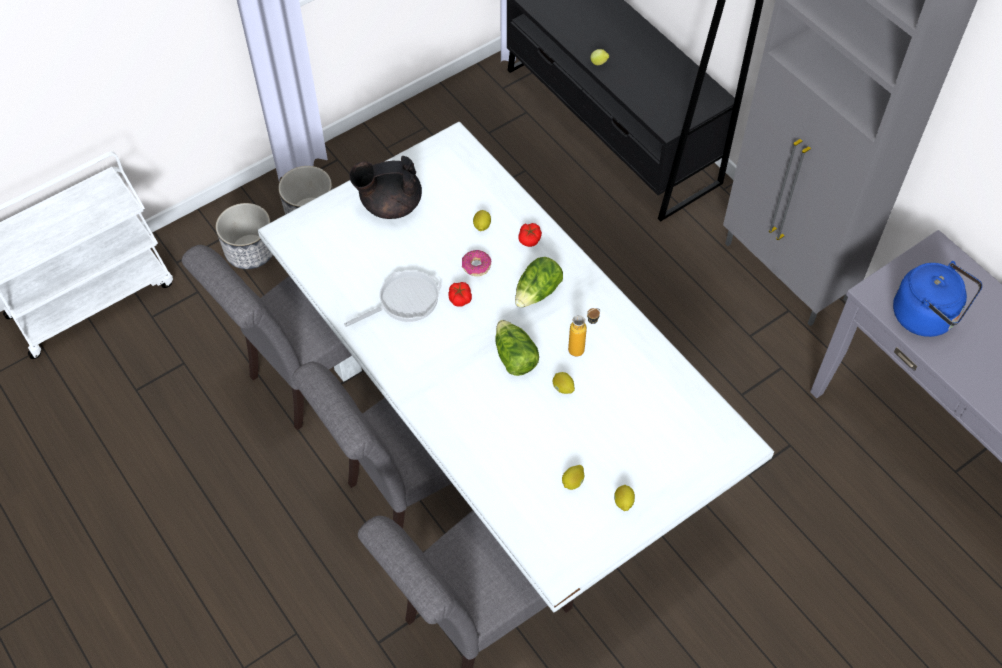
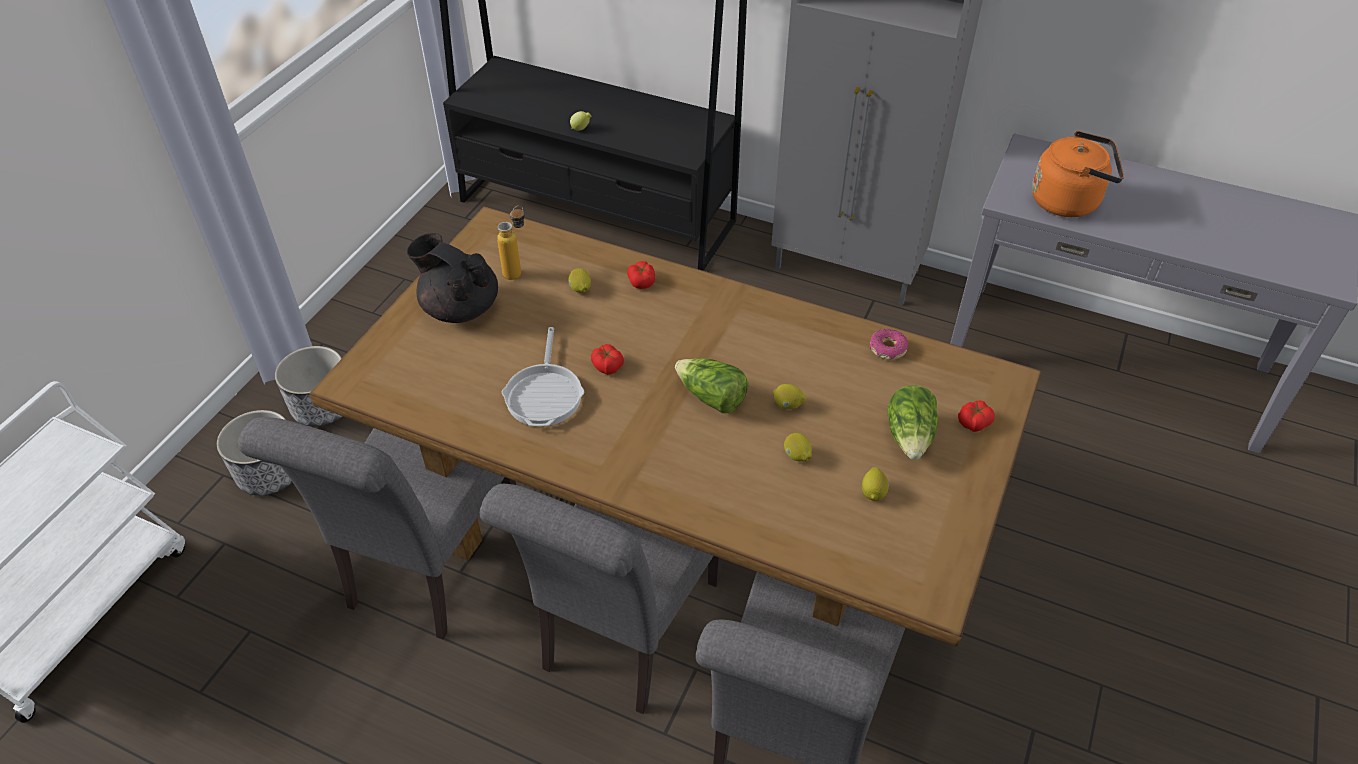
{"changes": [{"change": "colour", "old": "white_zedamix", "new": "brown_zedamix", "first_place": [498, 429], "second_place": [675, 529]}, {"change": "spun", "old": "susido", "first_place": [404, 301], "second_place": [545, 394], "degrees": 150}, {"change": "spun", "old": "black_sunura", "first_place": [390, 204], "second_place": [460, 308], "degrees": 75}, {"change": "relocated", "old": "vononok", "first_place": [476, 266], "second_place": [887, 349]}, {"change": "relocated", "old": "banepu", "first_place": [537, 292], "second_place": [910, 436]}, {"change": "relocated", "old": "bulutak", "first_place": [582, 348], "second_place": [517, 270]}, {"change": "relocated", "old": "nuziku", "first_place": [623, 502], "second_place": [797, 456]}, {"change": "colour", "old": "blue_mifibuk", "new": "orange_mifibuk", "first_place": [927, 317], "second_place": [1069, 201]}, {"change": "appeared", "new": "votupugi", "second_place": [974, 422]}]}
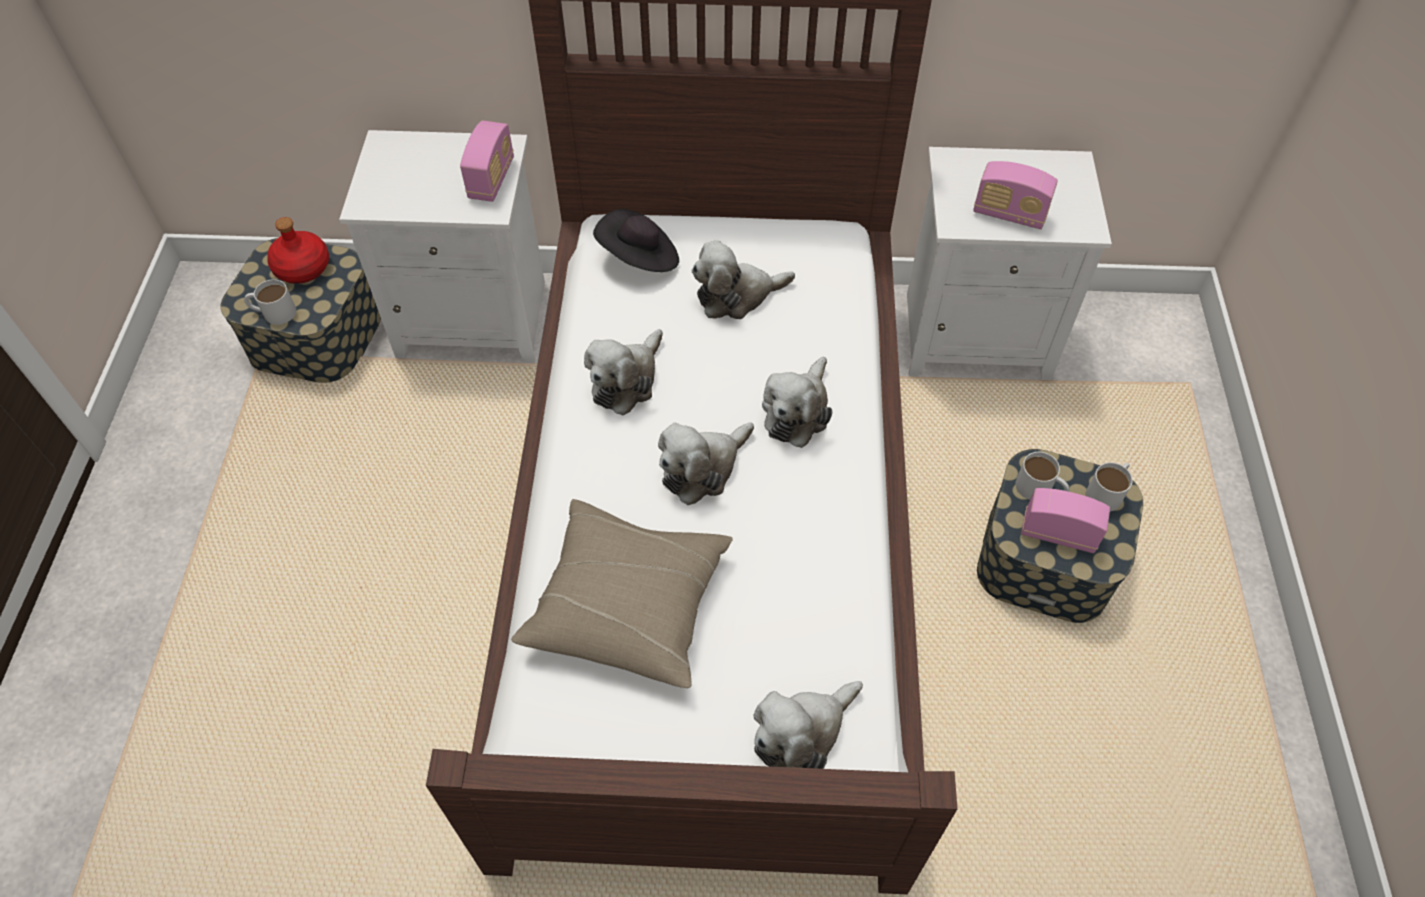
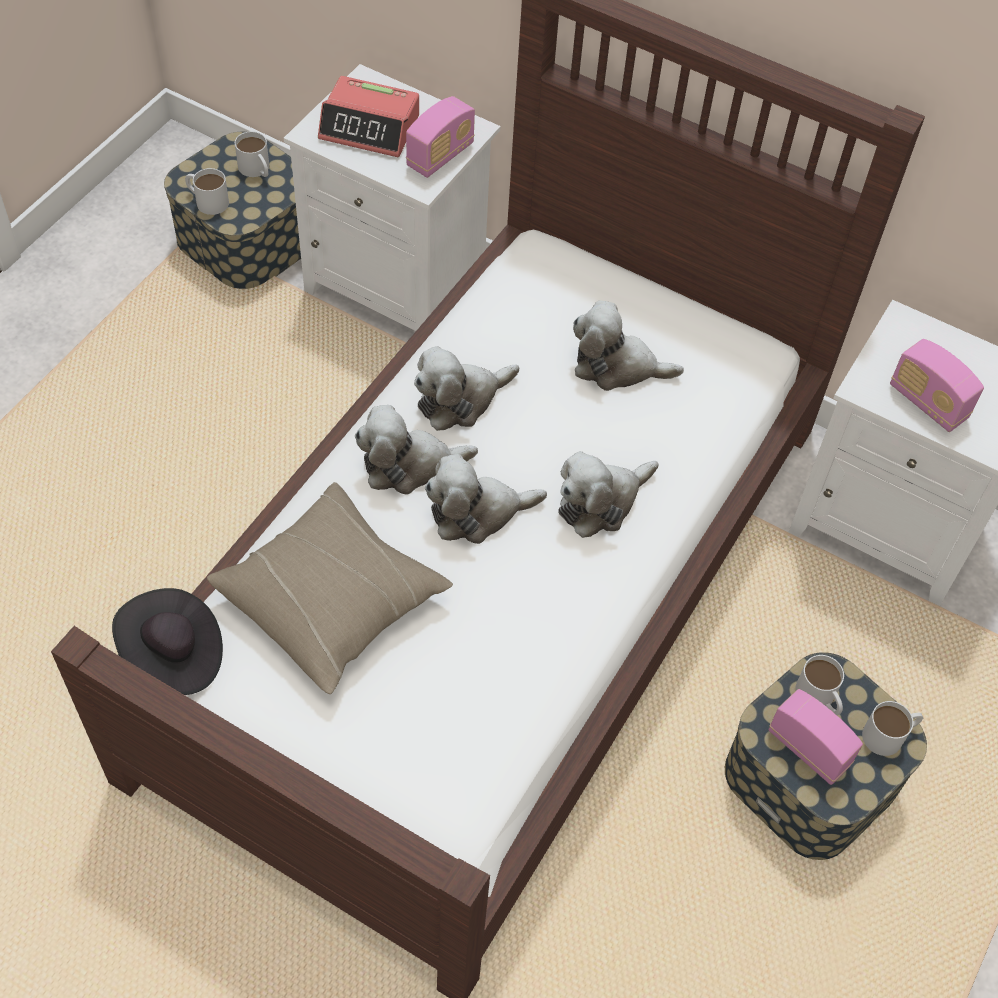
{"changes": [{"change": "exchanged", "old": "red_bulutak", "new": "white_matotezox", "first_place": [303, 267], "second_place": [257, 170]}, {"change": "relocated", "old": "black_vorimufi", "first_place": [639, 258], "second_place": [173, 656]}, {"change": "relocated", "old": "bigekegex", "first_place": [801, 733], "second_place": [409, 465]}, {"change": "appeared", "new": "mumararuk", "second_place": [370, 127]}]}
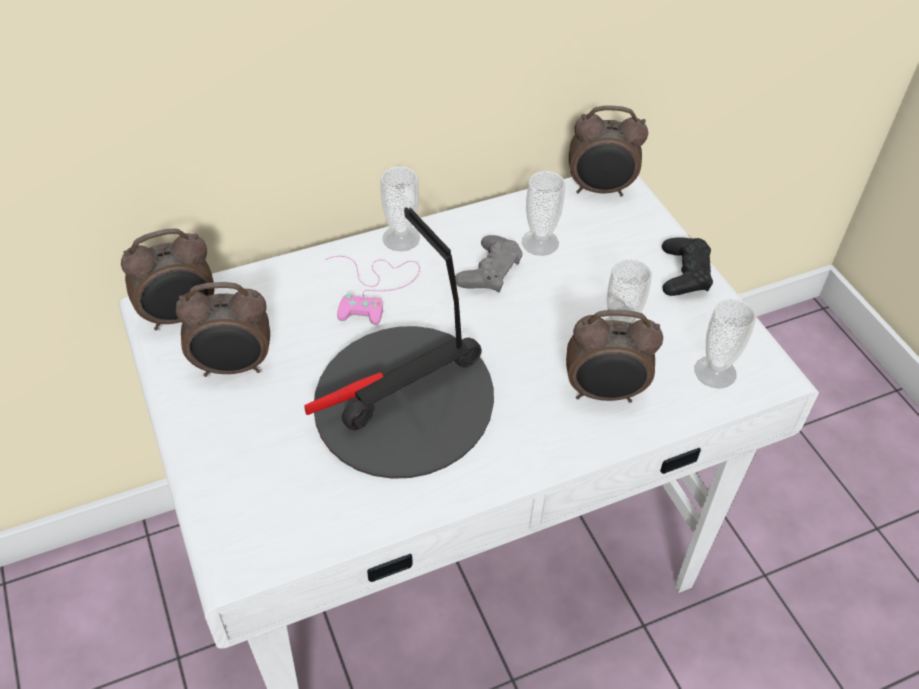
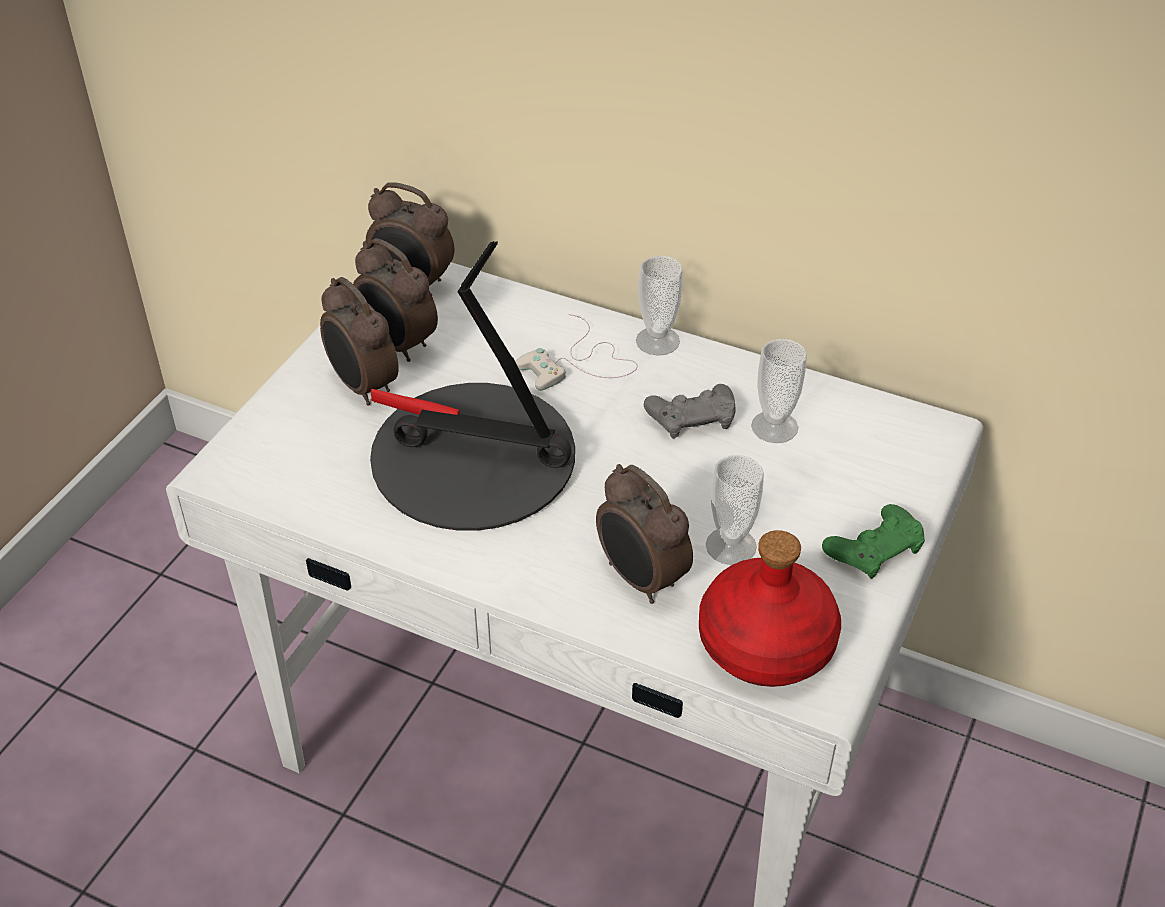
{"changes": [{"change": "colour", "old": "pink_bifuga", "new": "white_bifuga", "first_place": [375, 288], "second_place": [579, 364]}, {"change": "relocated", "old": "mumararuk", "first_place": [600, 190], "second_place": [362, 387]}, {"change": "colour", "old": "black_bifuga", "new": "green_bifuga", "first_place": [684, 273], "second_place": [874, 549]}, {"change": "exchanged", "old": "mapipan", "new": "red_bulutak", "first_place": [715, 372], "second_place": [767, 644]}]}
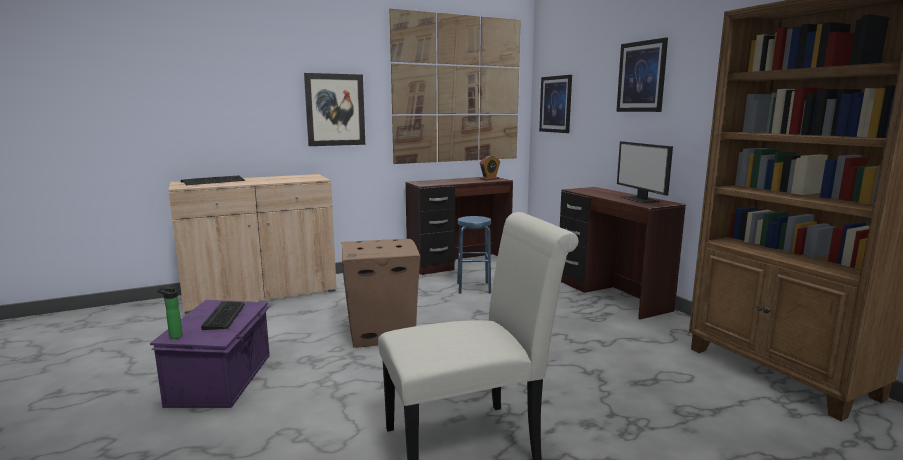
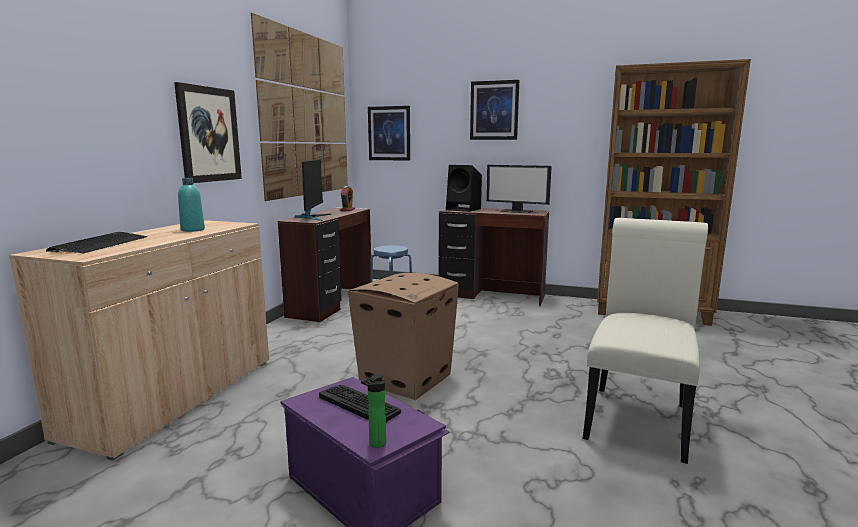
{"changes": [{"change": "appeared", "new": "turquoise_bulutak", "second_place": [192, 230]}, {"change": "appeared", "new": "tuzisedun", "second_place": [313, 217]}, {"change": "appeared", "new": "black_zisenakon", "second_place": [464, 209]}]}
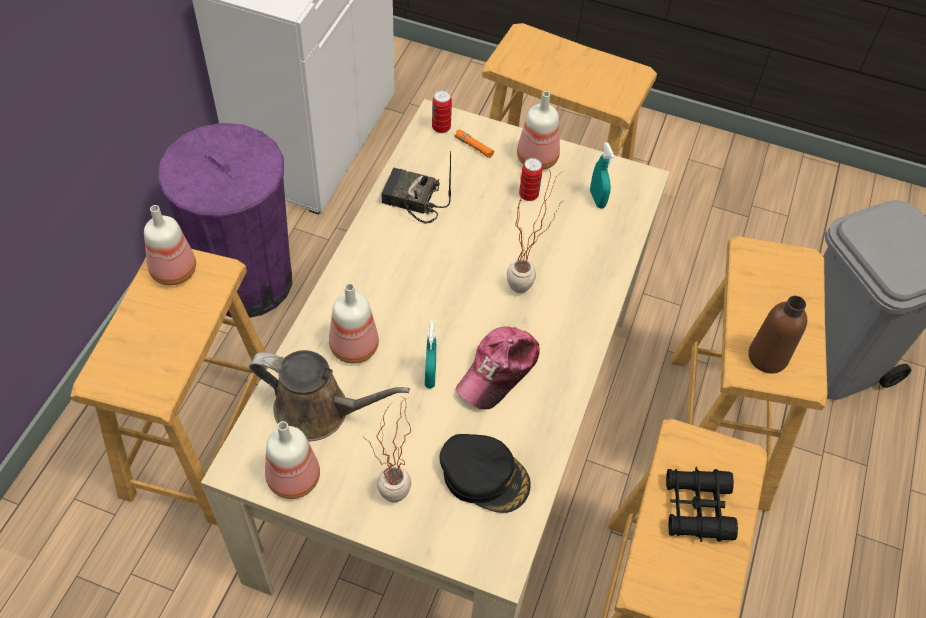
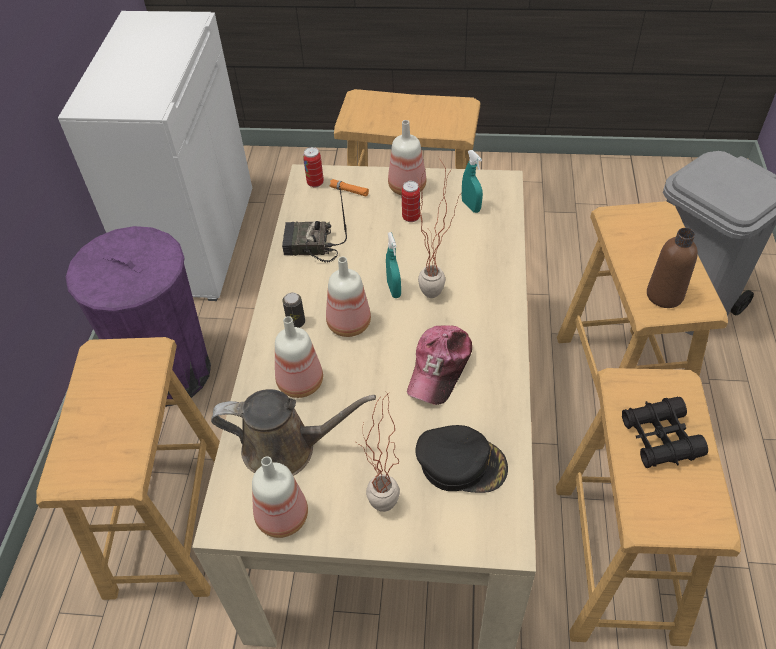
{"changes": [{"change": "relocated", "old": "bulutak", "first_place": [172, 272], "second_place": [348, 325]}, {"change": "relocated", "old": "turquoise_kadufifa", "first_place": [430, 375], "second_place": [394, 289]}, {"change": "appeared", "new": "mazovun", "second_place": [296, 322]}]}
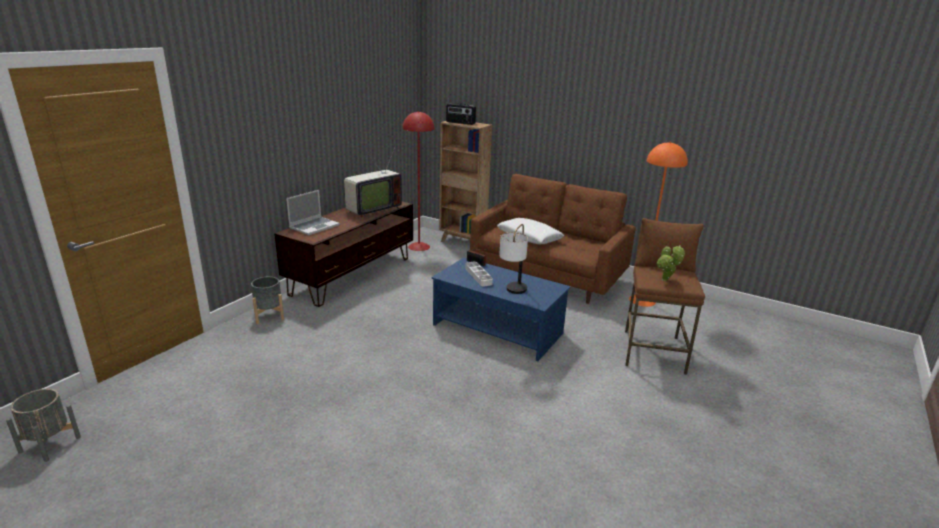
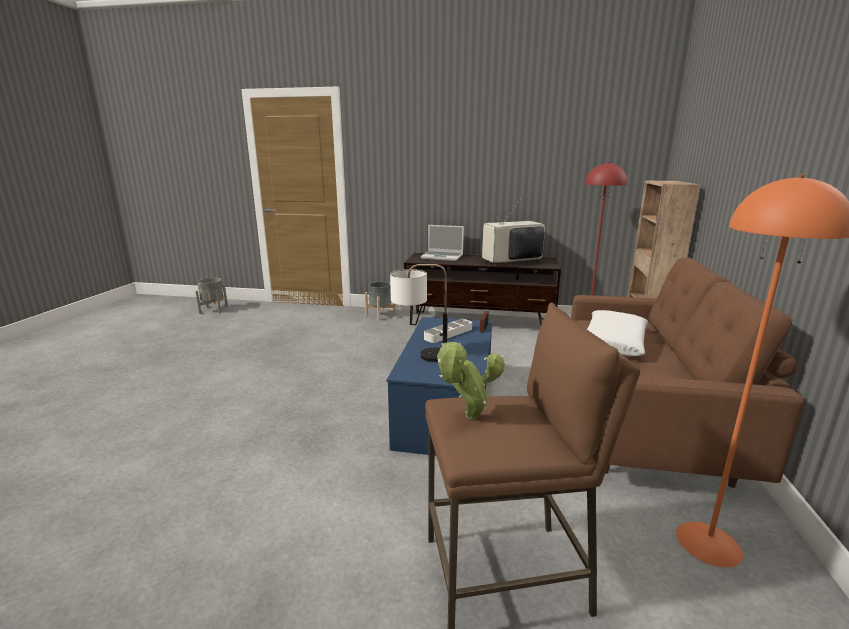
{"changes": [{"change": "spun", "old": "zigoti", "first_place": [372, 209], "second_place": [514, 262], "degrees": 135}, {"change": "missing", "old": "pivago", "first_place": [460, 123]}]}
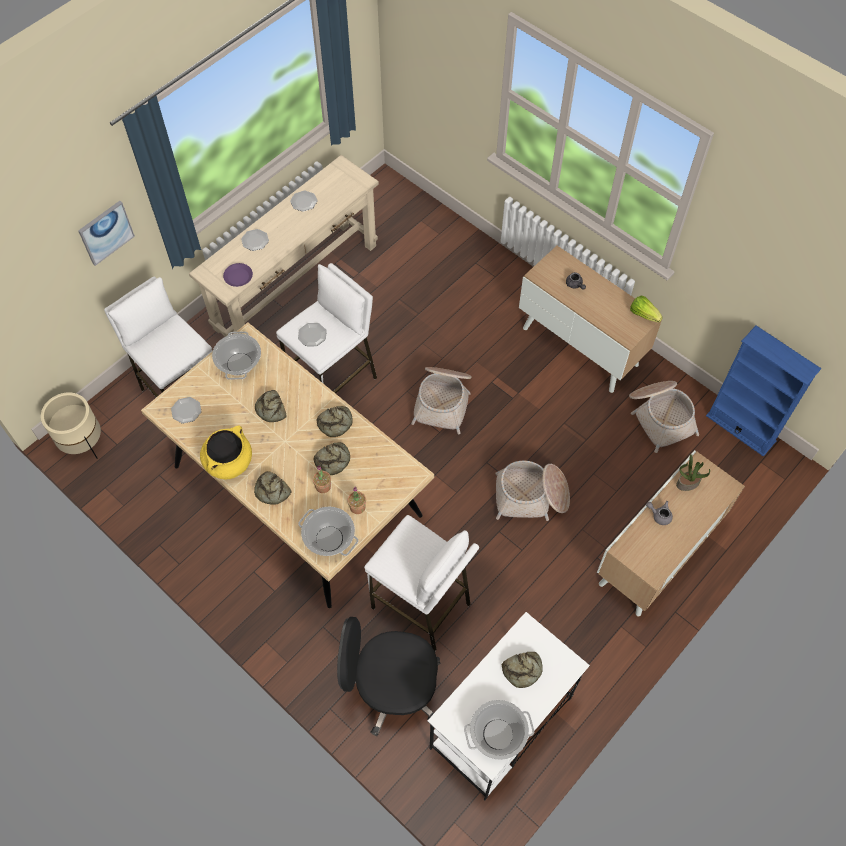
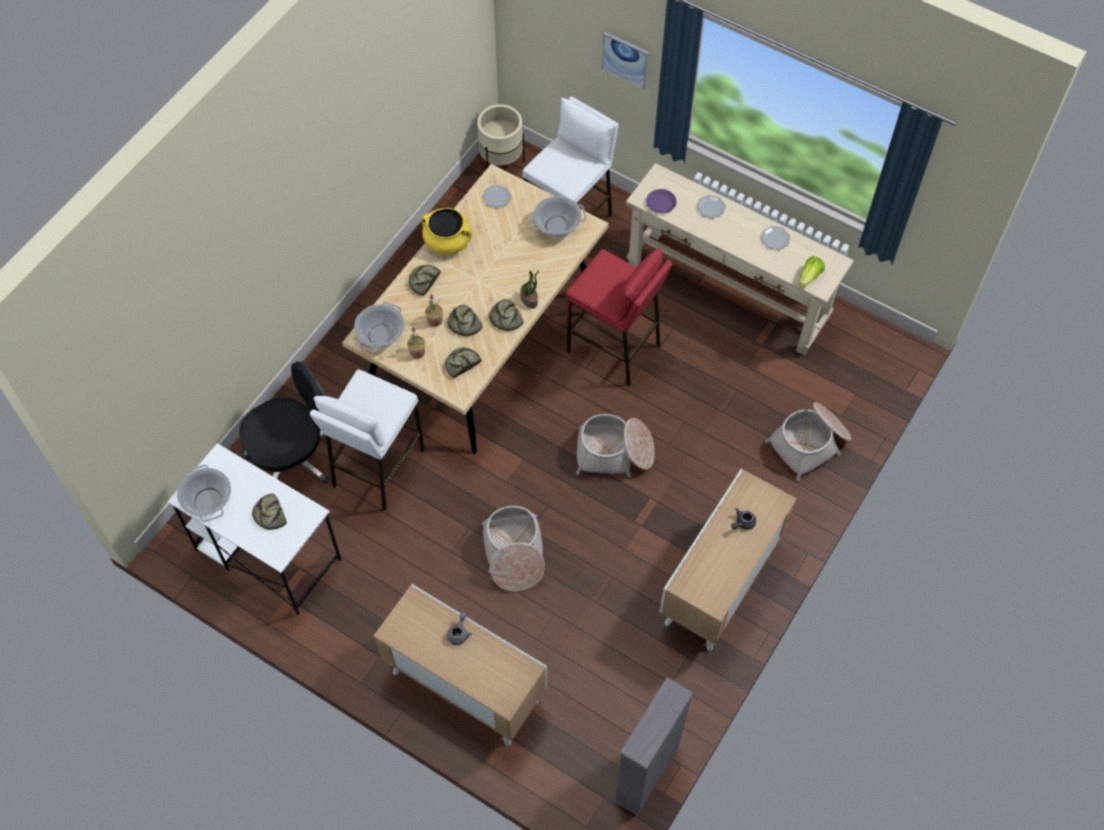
{"changes": [{"change": "relocated", "old": "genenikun", "first_place": [271, 409], "second_place": [461, 364]}, {"change": "colour", "old": "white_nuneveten", "new": "red_nuneveten", "first_place": [334, 383], "second_place": [614, 348]}, {"change": "missing", "old": "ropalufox", "first_place": [312, 335]}, {"change": "spun", "old": "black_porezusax", "first_place": [391, 687], "second_place": [293, 456], "degrees": 60}, {"change": "relocated", "old": "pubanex", "first_place": [660, 417], "second_place": [810, 443]}, {"change": "relocated", "old": "banepu", "first_place": [643, 314], "second_place": [809, 277]}, {"change": "relocated", "old": "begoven", "first_place": [687, 483], "second_place": [529, 299]}, {"change": "colour", "old": "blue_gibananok", "new": "grey_gibananok", "first_place": [740, 428], "second_place": [646, 773]}]}
